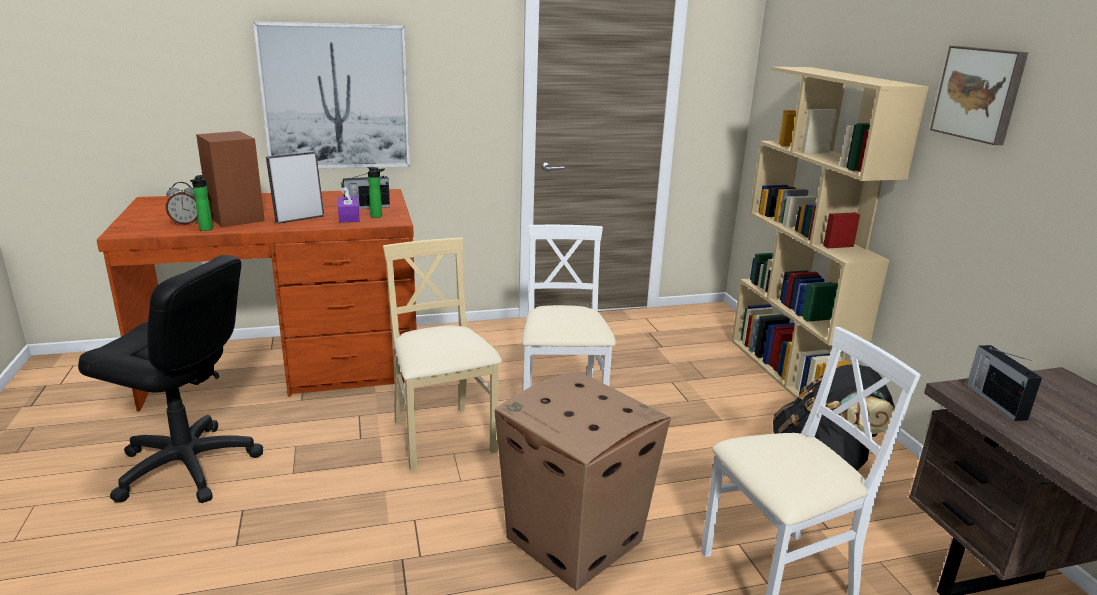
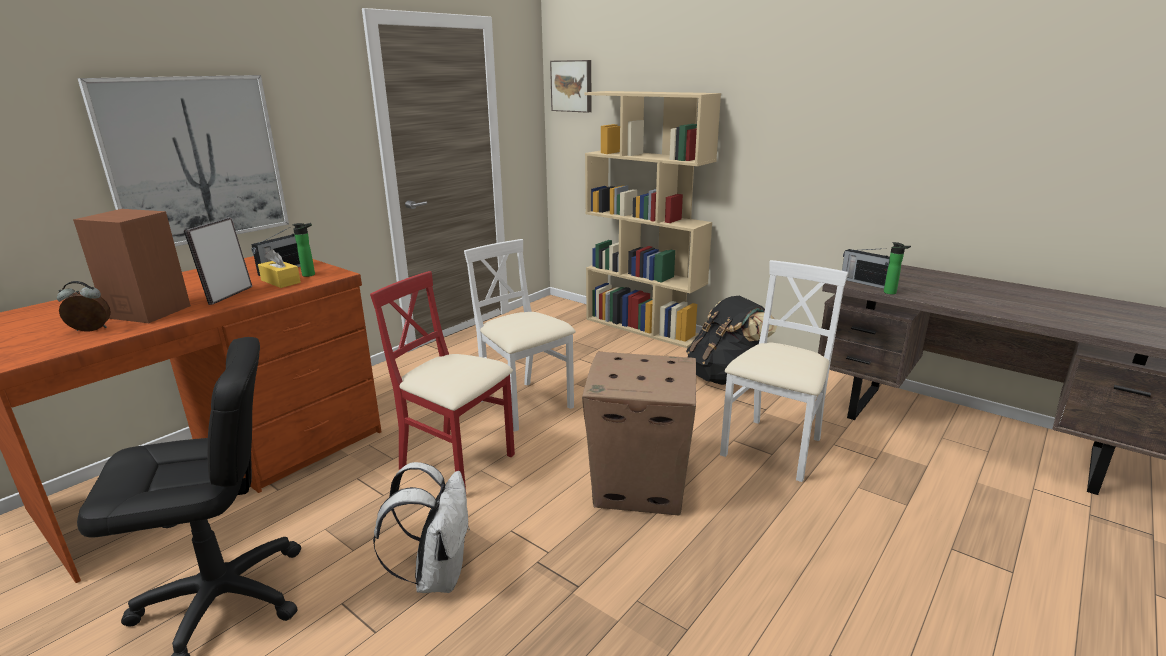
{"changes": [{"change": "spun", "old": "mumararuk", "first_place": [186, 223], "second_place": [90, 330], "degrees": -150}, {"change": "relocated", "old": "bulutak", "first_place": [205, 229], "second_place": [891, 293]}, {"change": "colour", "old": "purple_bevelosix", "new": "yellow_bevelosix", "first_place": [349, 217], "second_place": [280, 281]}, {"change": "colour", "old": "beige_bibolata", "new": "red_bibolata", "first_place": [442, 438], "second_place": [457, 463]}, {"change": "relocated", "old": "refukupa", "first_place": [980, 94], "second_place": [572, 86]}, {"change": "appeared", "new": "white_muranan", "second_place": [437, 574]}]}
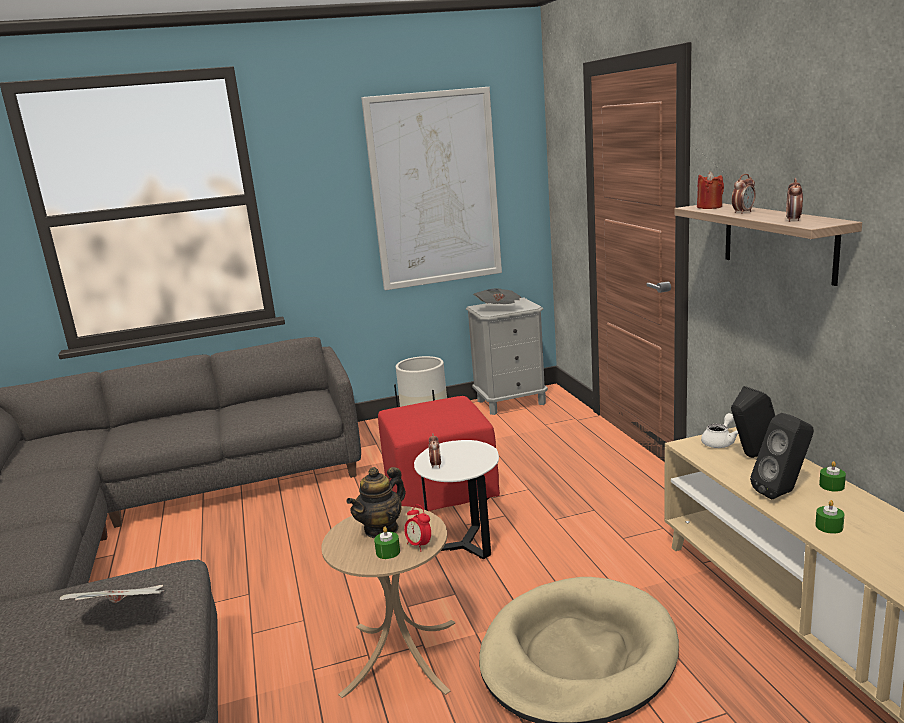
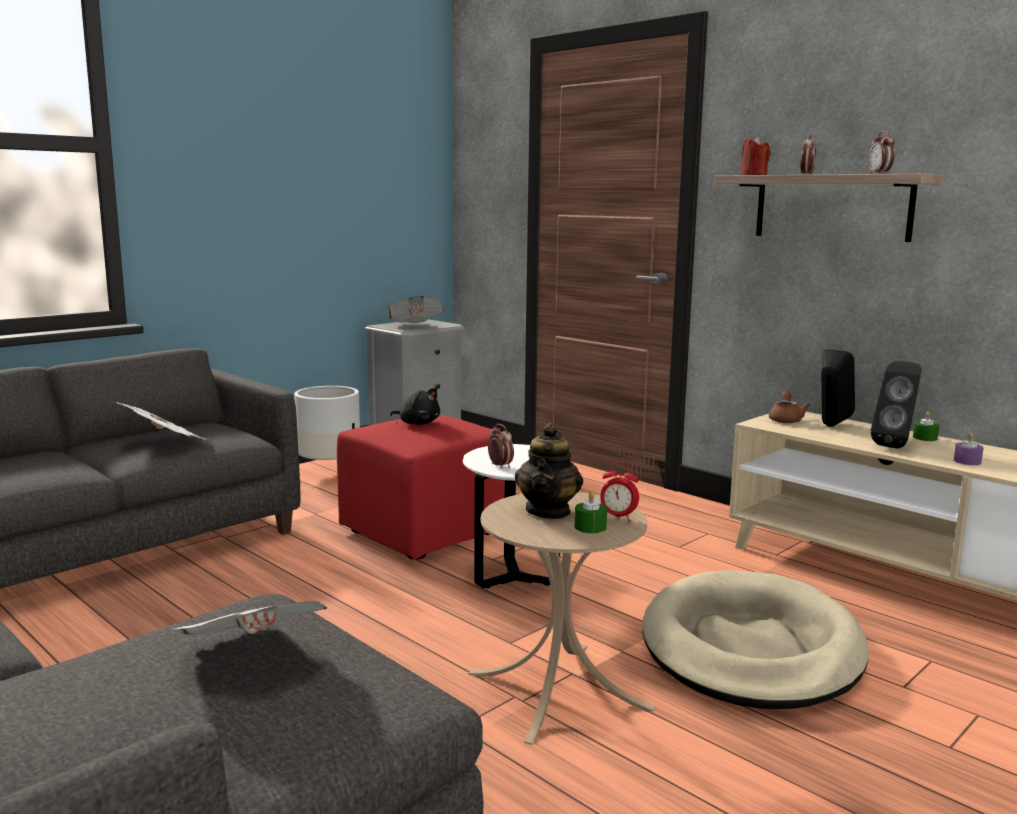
{"changes": [{"change": "missing", "old": "refukupa", "first_place": [434, 189]}, {"change": "colour", "old": "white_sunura", "new": "brown_sunura", "first_place": [720, 442], "second_place": [786, 419]}, {"change": "colour", "old": "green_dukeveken", "new": "purple_dukeveken", "first_place": [829, 526], "second_place": [967, 461]}, {"change": "appeared", "new": "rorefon", "second_place": [165, 444]}, {"change": "appeared", "new": "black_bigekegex", "second_place": [418, 423]}]}
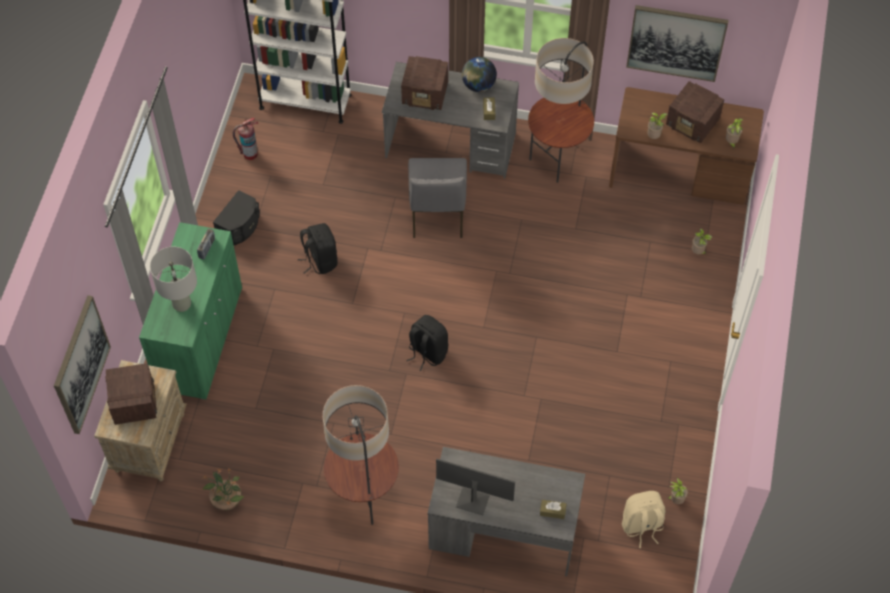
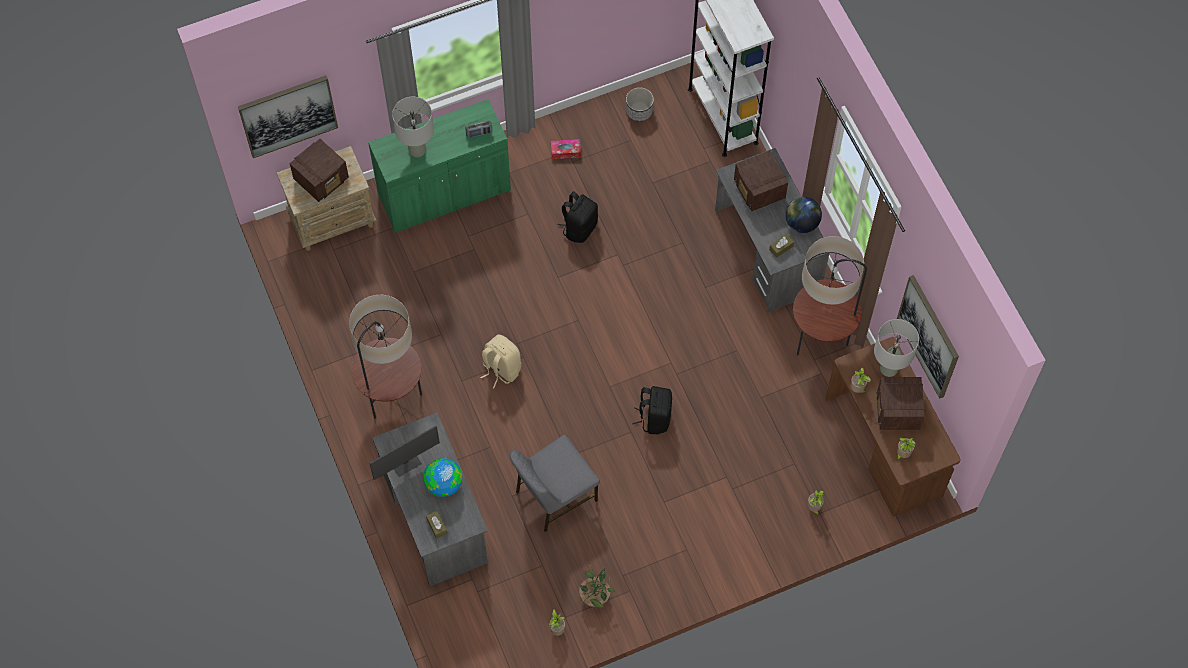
{"changes": [{"change": "relocated", "old": "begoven", "first_place": [227, 501], "second_place": [595, 596]}, {"change": "exchanged", "old": "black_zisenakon", "new": "bevelosix", "first_place": [240, 227], "second_place": [565, 151]}, {"change": "exchanged", "old": "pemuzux", "new": "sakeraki", "first_place": [250, 153], "second_place": [639, 111]}, {"change": "relocated", "old": "black_muranan", "first_place": [427, 352], "second_place": [654, 418]}, {"change": "relocated", "old": "grey_bibolata", "first_place": [437, 214], "second_place": [554, 496]}, {"change": "spun", "old": "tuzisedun", "first_place": [472, 500], "second_place": [405, 462], "degrees": 75}, {"change": "relocated", "old": "beige_muranan", "first_place": [641, 526], "second_place": [501, 369]}, {"change": "appeared", "new": "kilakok", "second_place": [443, 484]}, {"change": "appeared", "new": "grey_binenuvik", "second_place": [889, 369]}]}
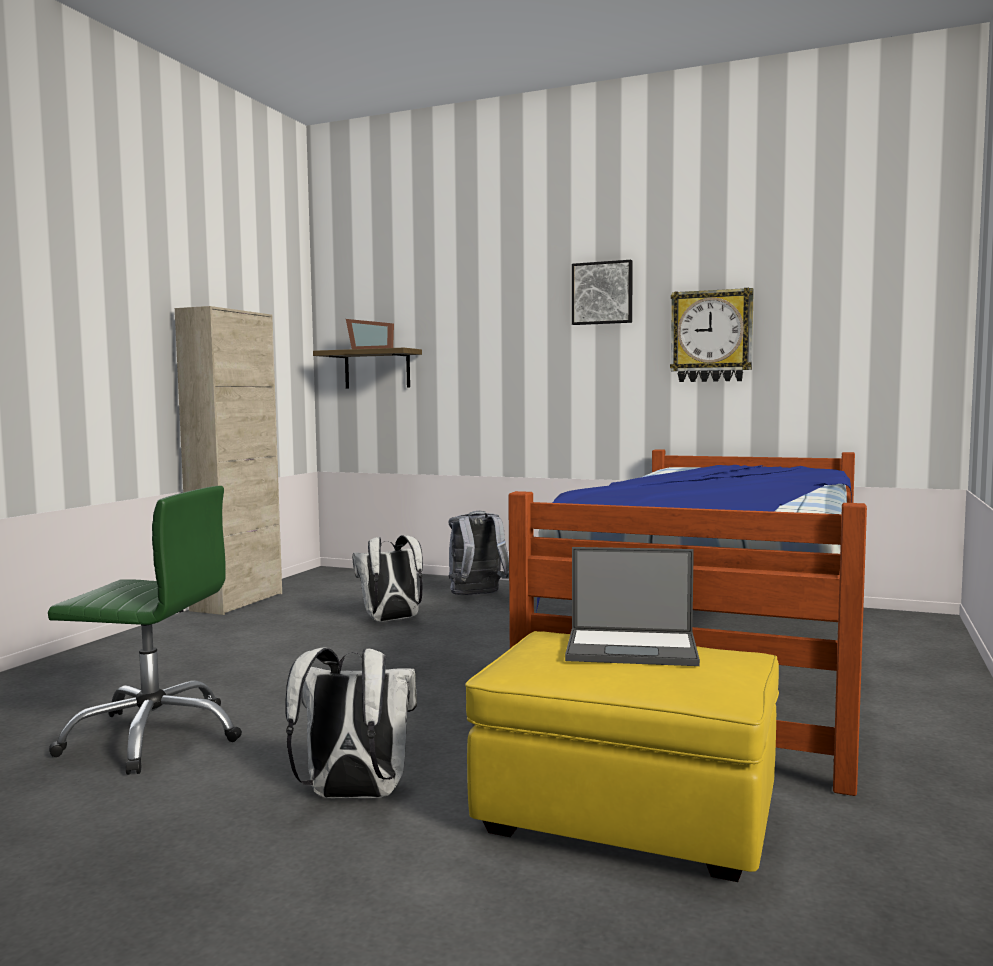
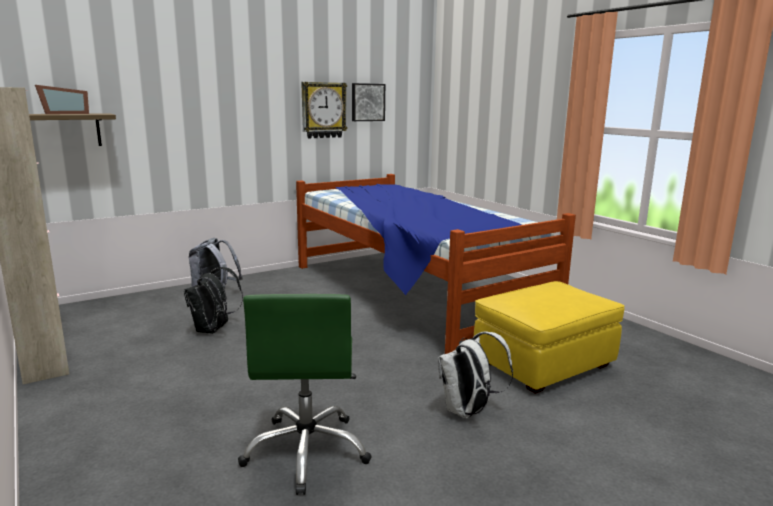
{"changes": [{"change": "spun", "old": "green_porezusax", "first_place": [153, 736], "second_place": [307, 451], "degrees": 135}, {"change": "colour", "old": "white_muranan", "new": "black_muranan", "first_place": [391, 620], "second_place": [213, 330]}, {"change": "missing", "old": "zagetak", "first_place": [633, 648]}, {"change": "relocated", "old": "refukupa", "first_place": [602, 293], "second_place": [367, 102]}]}
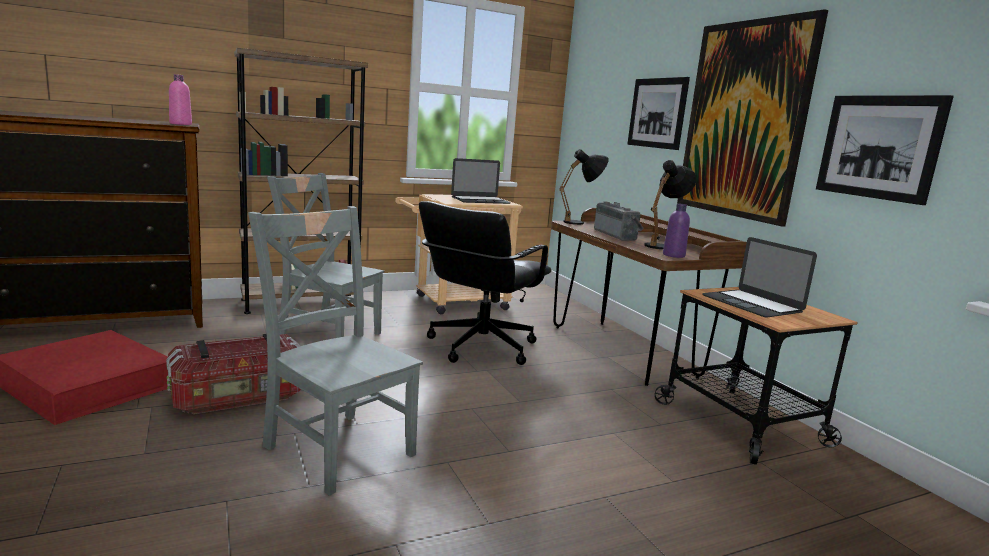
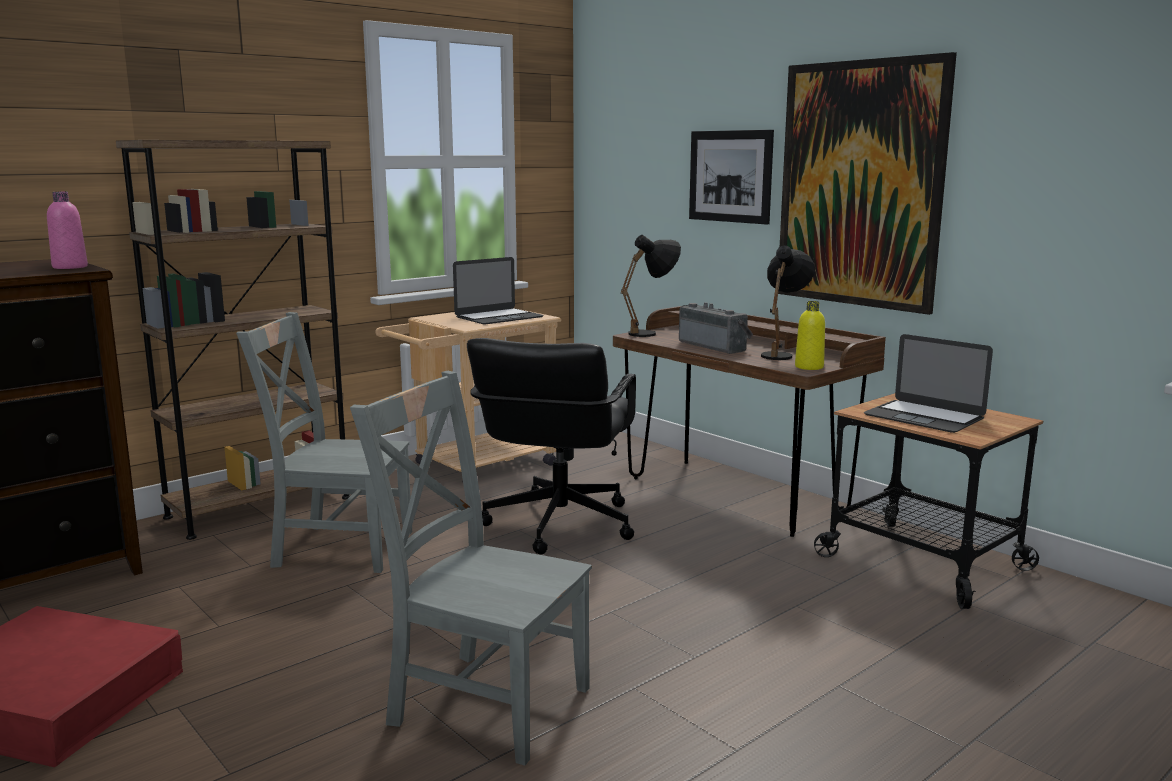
{"changes": [{"change": "missing", "old": "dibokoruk", "first_place": [239, 398]}, {"change": "colour", "old": "purple_bulutak", "new": "yellow_bulutak", "first_place": [673, 255], "second_place": [809, 367]}, {"change": "missing", "old": "refukupa", "first_place": [878, 147]}]}
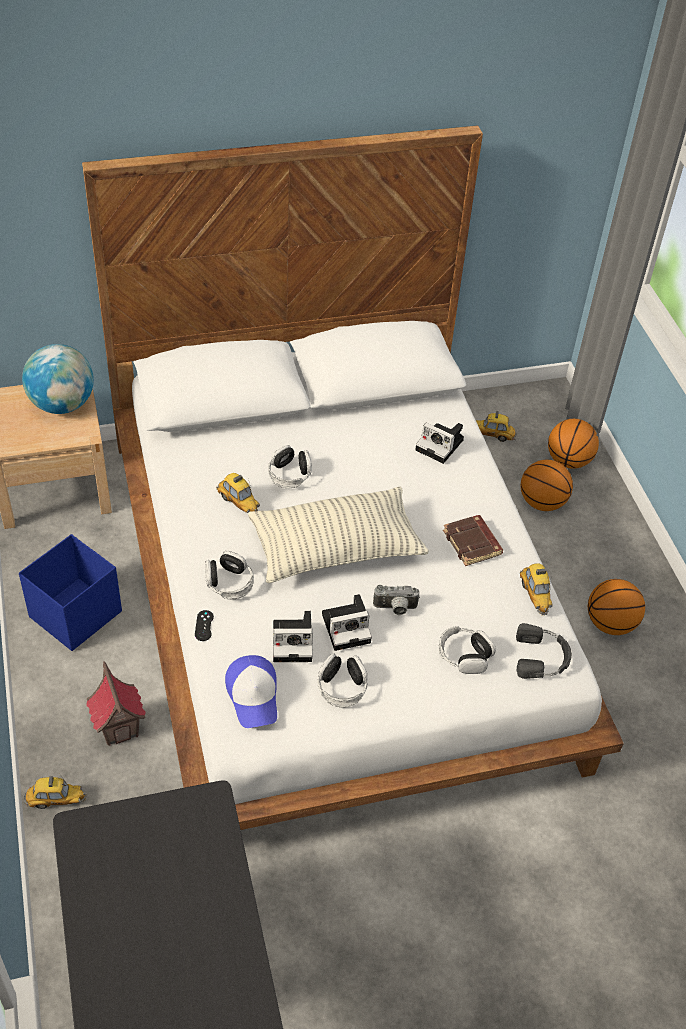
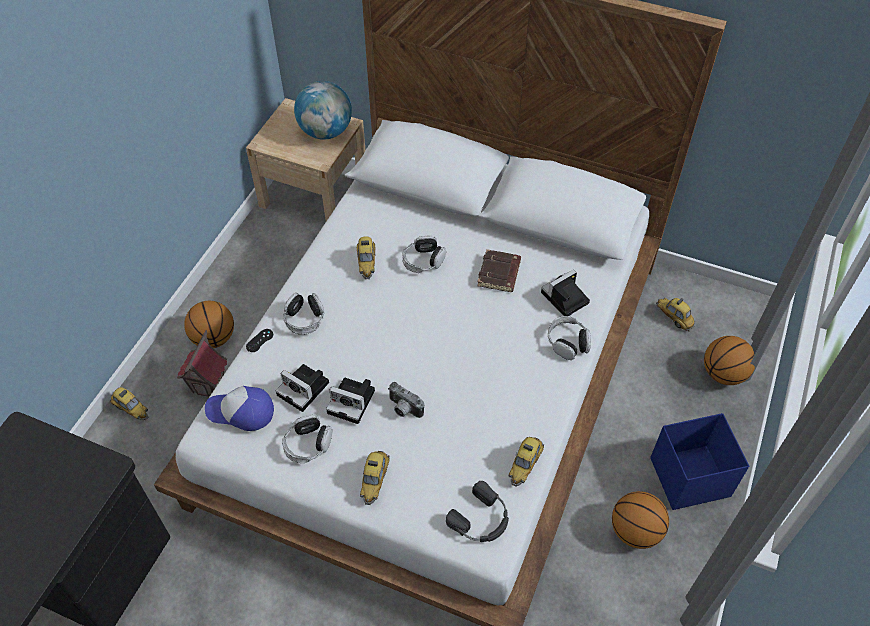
{"changes": [{"change": "relocated", "old": "blue_dibokoruk", "first_place": [74, 615], "second_place": [688, 477]}, {"change": "spun", "old": "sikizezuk", "first_place": [253, 695], "second_place": [241, 412], "degrees": 75}, {"change": "missing", "old": "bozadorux", "first_place": [336, 549]}, {"change": "spun", "old": "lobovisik", "first_place": [441, 445], "second_place": [563, 299], "degrees": 75}, {"change": "relocated", "old": "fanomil", "first_place": [464, 655], "second_place": [568, 342]}, {"change": "relocated", "old": "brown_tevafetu", "first_place": [473, 543], "second_place": [499, 274]}, {"change": "relocated", "old": "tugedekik", "first_place": [542, 502], "second_place": [214, 338]}, {"change": "appeared", "new": "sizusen", "second_place": [374, 480]}]}
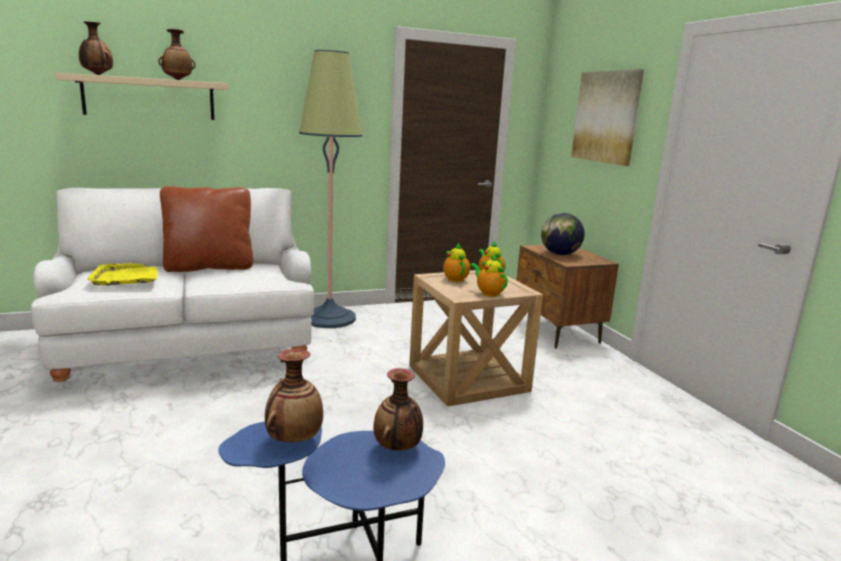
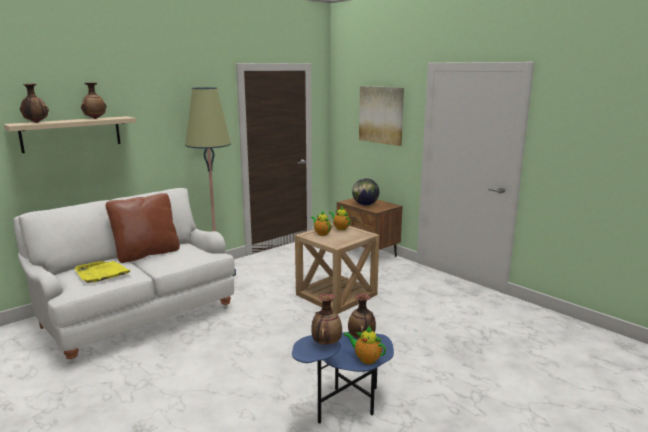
{"changes": [{"change": "relocated", "old": "sunura", "first_place": [488, 293], "second_place": [366, 359]}]}
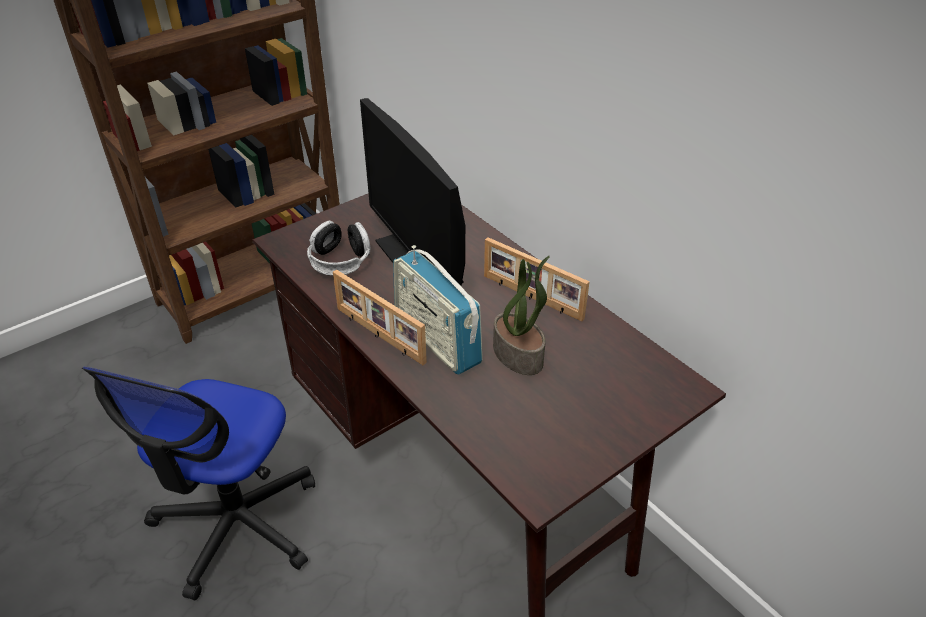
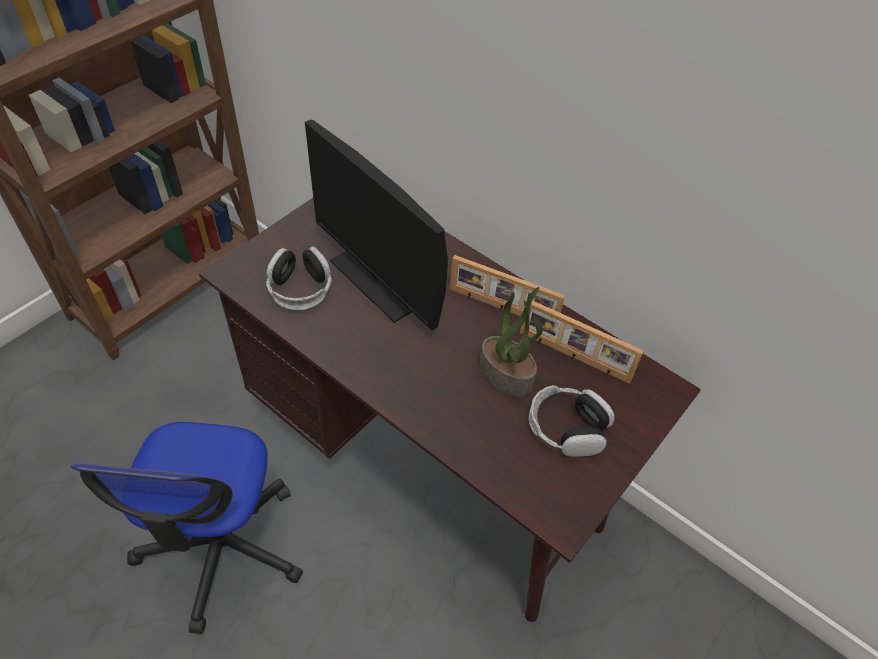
{"changes": [{"change": "relocated", "old": "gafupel", "first_place": [379, 336], "second_place": [573, 357]}, {"change": "missing", "old": "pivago", "first_place": [436, 340]}, {"change": "appeared", "new": "fanomil", "second_place": [566, 428]}]}
